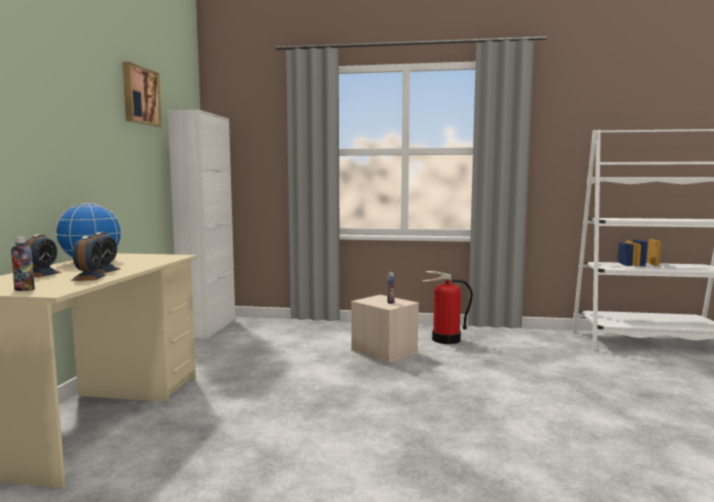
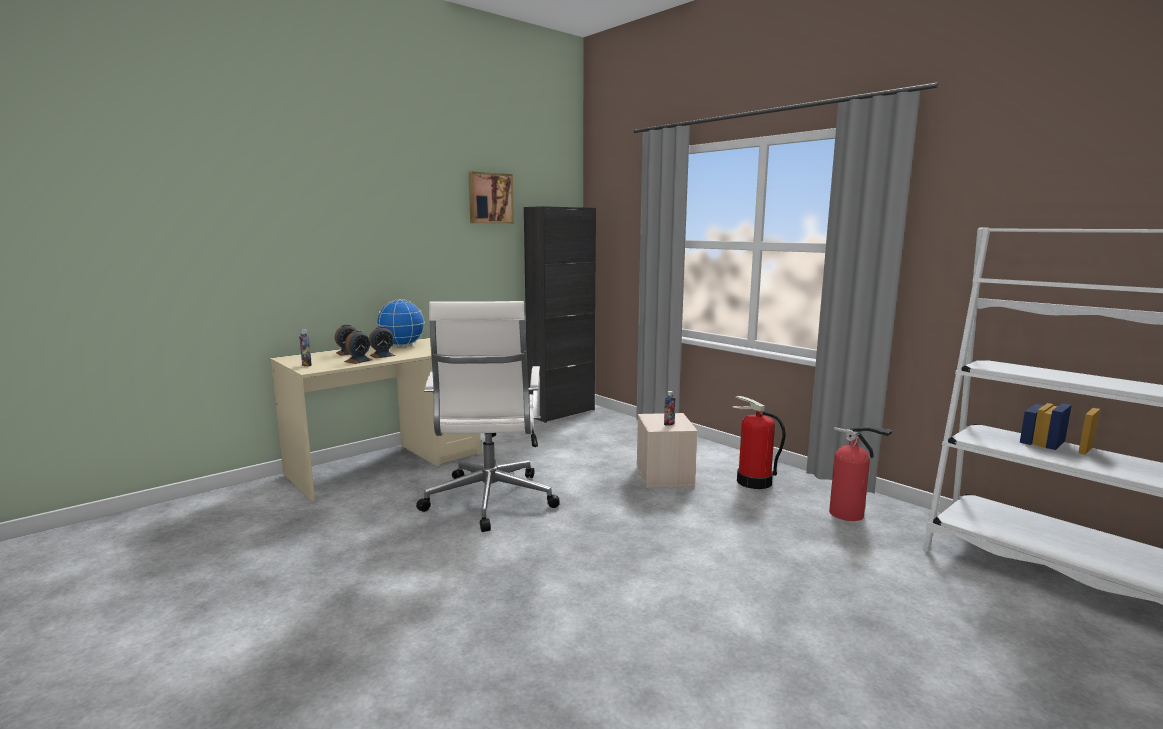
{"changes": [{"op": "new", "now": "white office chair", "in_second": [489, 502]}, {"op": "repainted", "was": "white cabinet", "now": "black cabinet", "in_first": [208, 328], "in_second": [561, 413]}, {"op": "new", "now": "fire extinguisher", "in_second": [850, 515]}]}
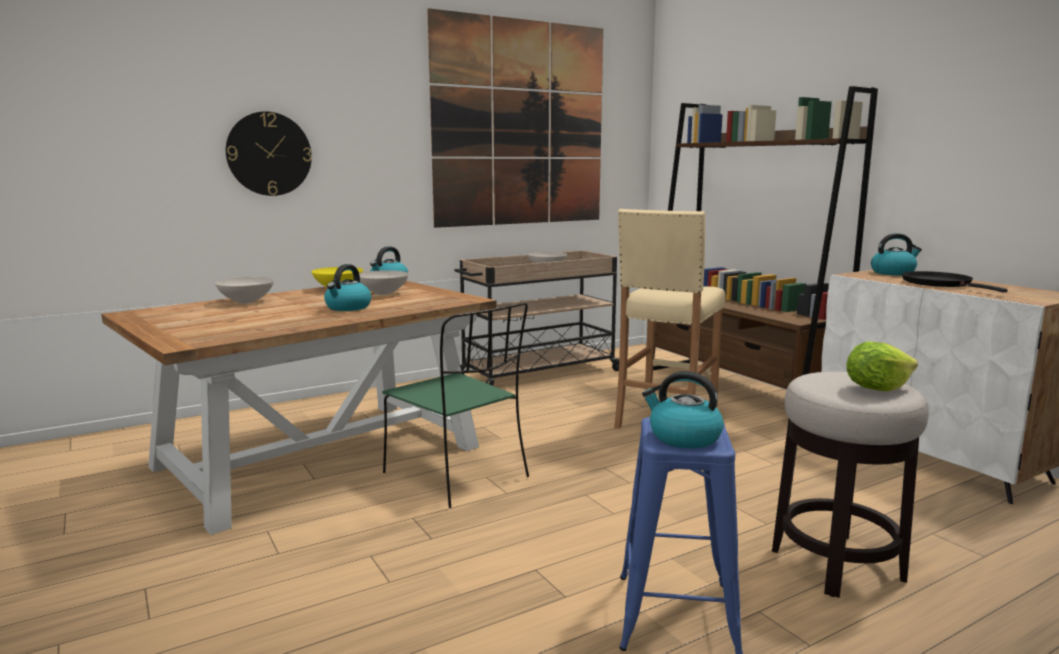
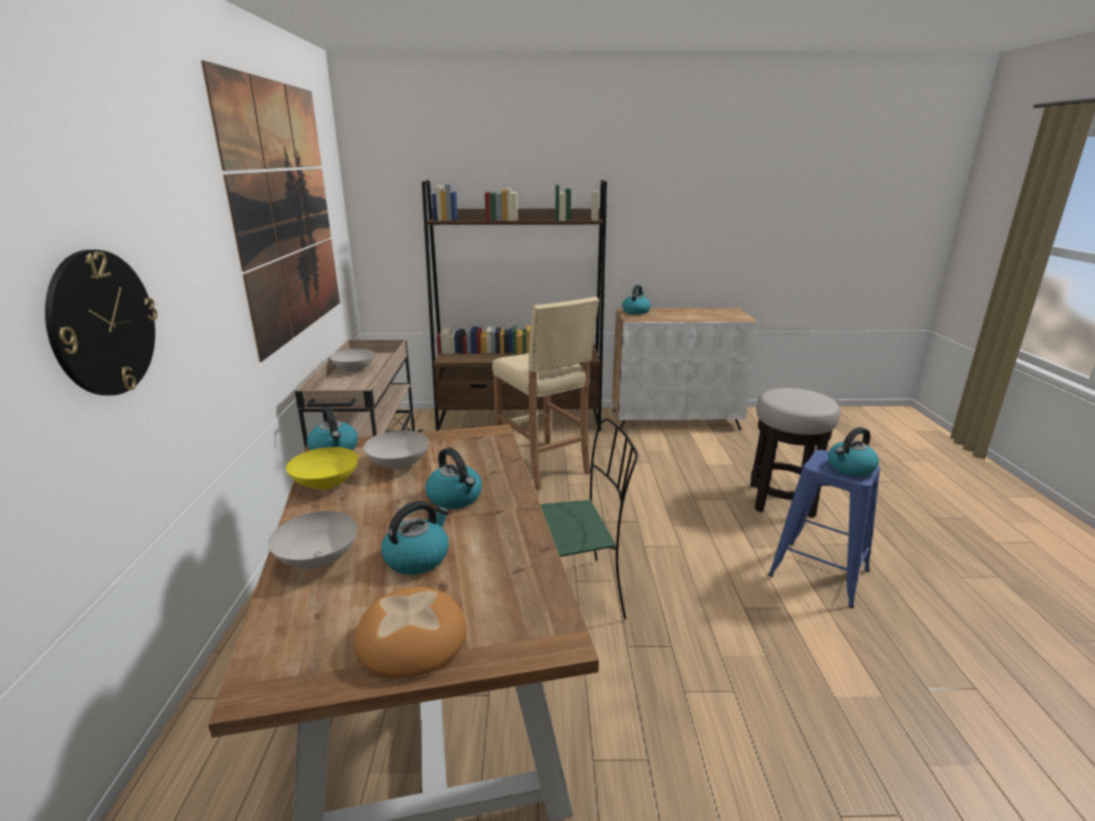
{"changes": [{"op": "new", "now": "bread", "in_second": [413, 638]}, {"op": "new", "now": "kettle", "in_second": [417, 557]}, {"op": "gone", "was": "lettuce", "in_first": [876, 388]}, {"op": "gone", "was": "black frying pan", "in_first": [940, 284]}]}
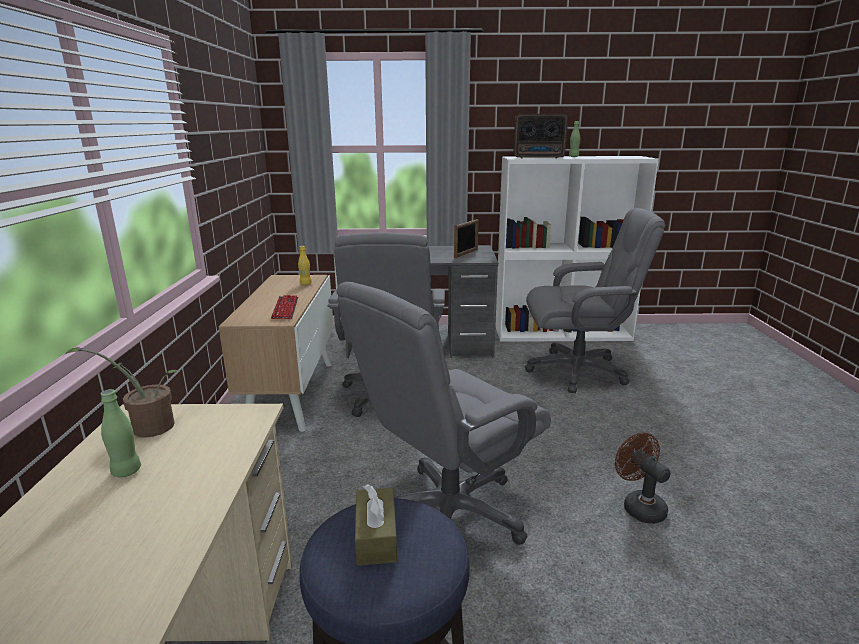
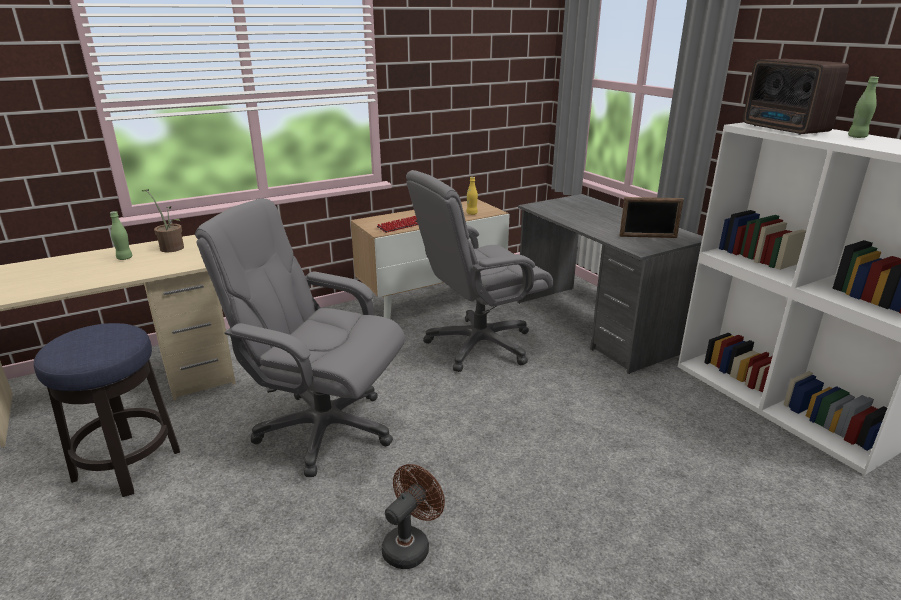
{"changes": [{"op": "gone", "was": "brown tissue box", "in_first": [376, 537]}, {"op": "gone", "was": "grey office chair", "in_first": [578, 371]}]}
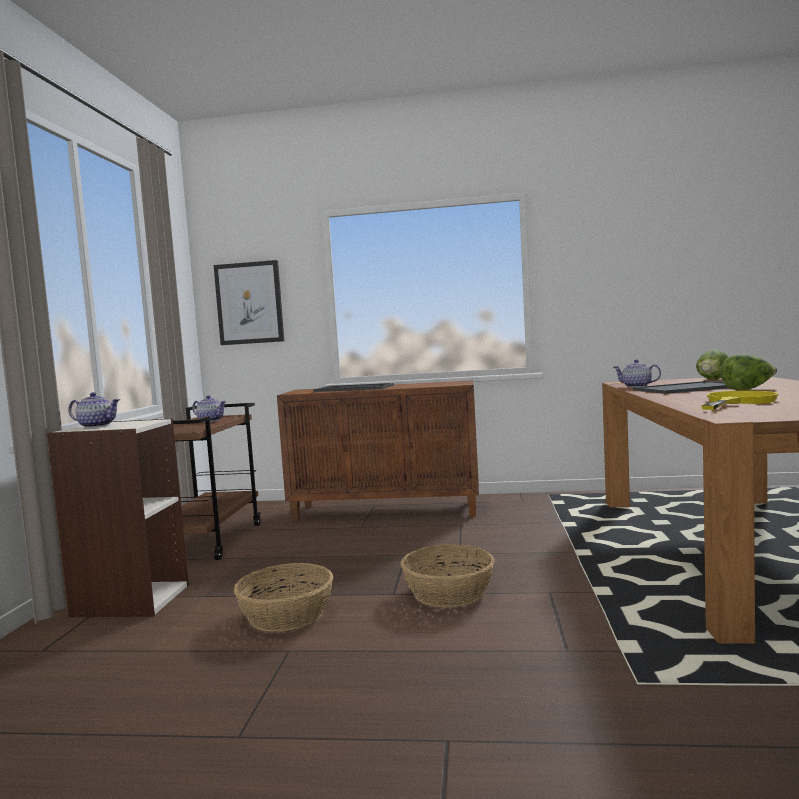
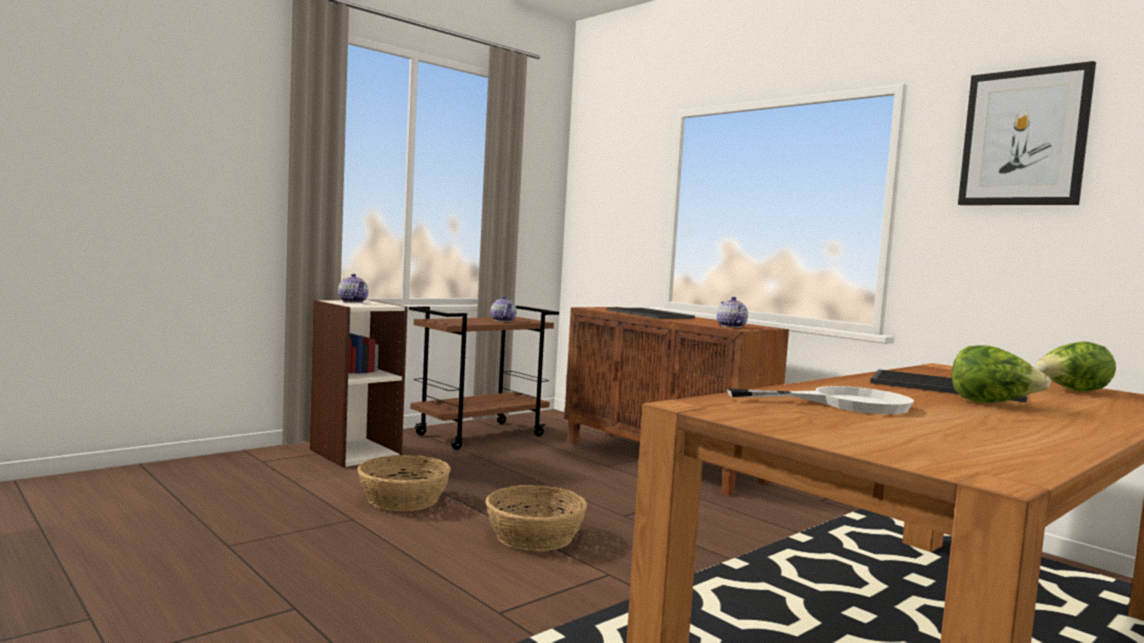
{"changes": [{"op": "shifted", "was": "teapot", "in_first": [637, 386], "in_second": [731, 326]}, {"op": "repainted", "was": "yellow frying pan", "now": "white frying pan", "in_first": [737, 402], "in_second": [843, 404]}, {"op": "shifted", "was": "picture", "in_first": [249, 303], "in_second": [1024, 138]}]}
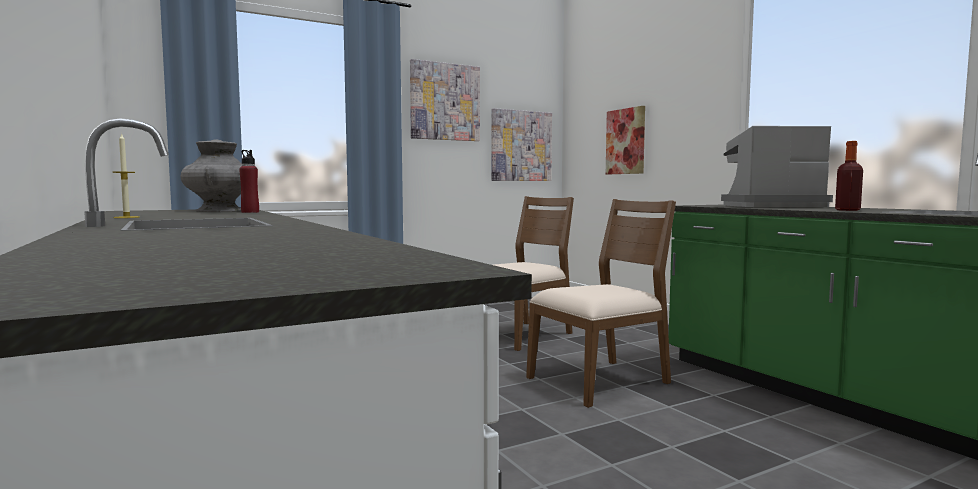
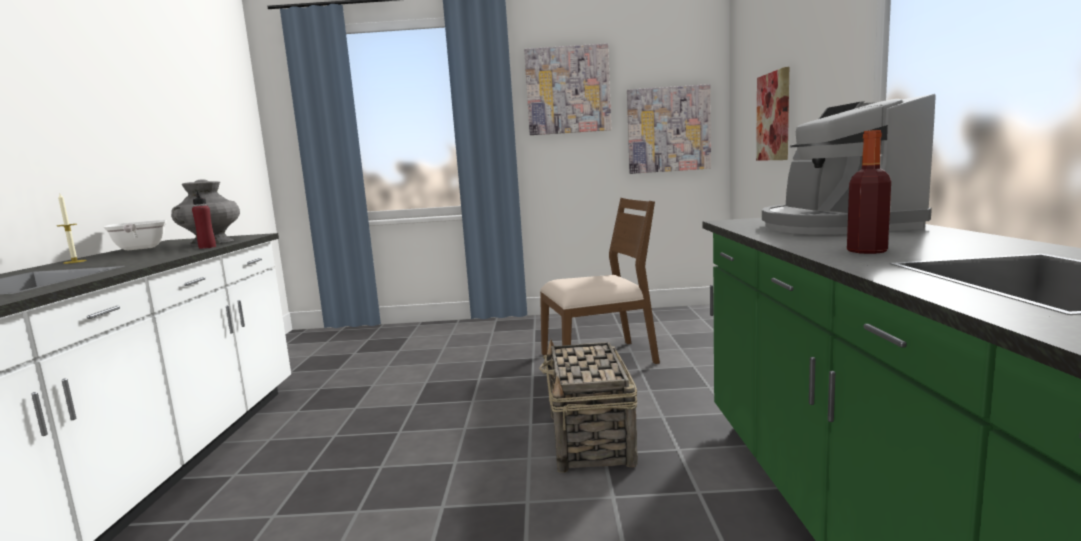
{"changes": [{"op": "new", "now": "frying pan", "in_second": [139, 249]}, {"op": "swapped", "was": "brown chair", "now": "basket", "in_first": [600, 381], "in_second": [590, 439]}, {"op": "rotated", "was": "coffee machine", "in_first": [769, 206], "in_second": [834, 226], "clockwise": -120}]}
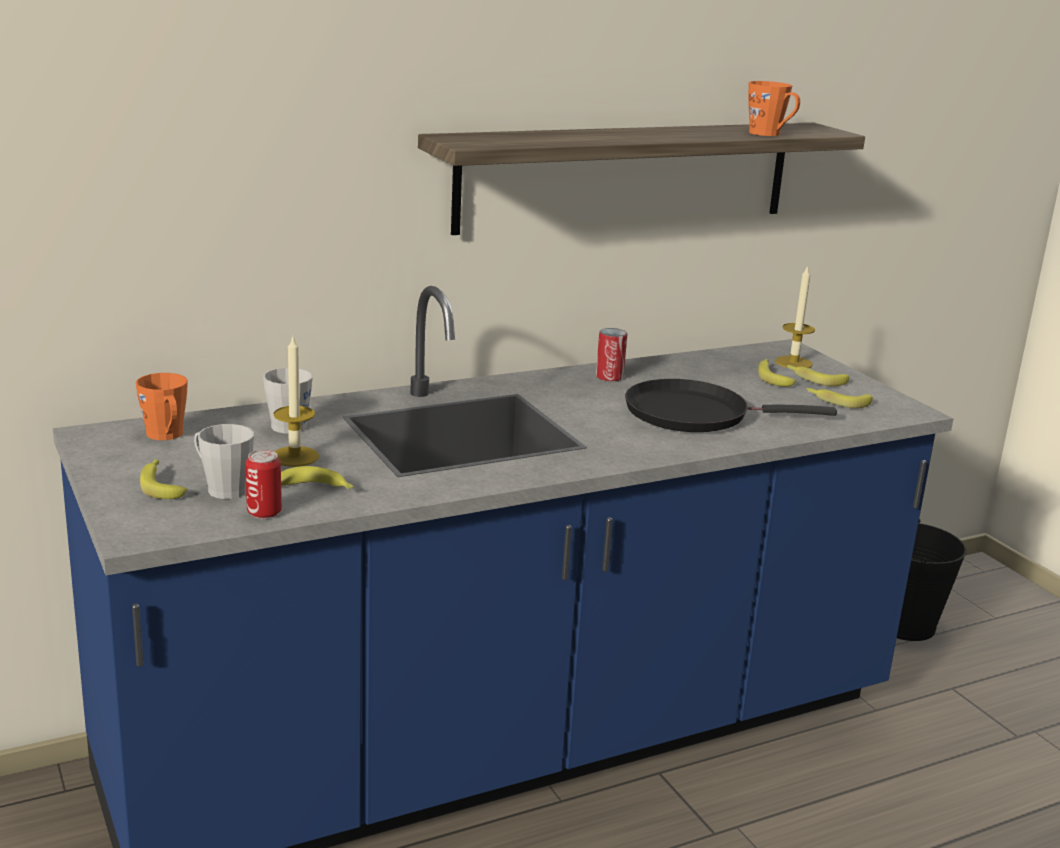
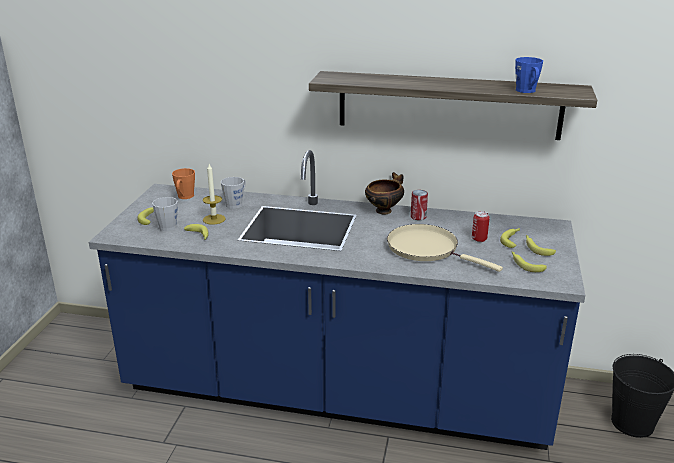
{"changes": [{"op": "new", "now": "bowl", "in_second": [384, 210]}, {"op": "repainted", "was": "black frying pan", "now": "beige frying pan", "in_first": [694, 414], "in_second": [427, 249]}, {"op": "shifted", "was": "can", "in_first": [264, 512], "in_second": [479, 239]}, {"op": "repainted", "was": "orange mug", "now": "blue mug", "in_first": [770, 134], "in_second": [527, 91]}, {"op": "gone", "was": "candle", "in_first": [793, 363]}]}
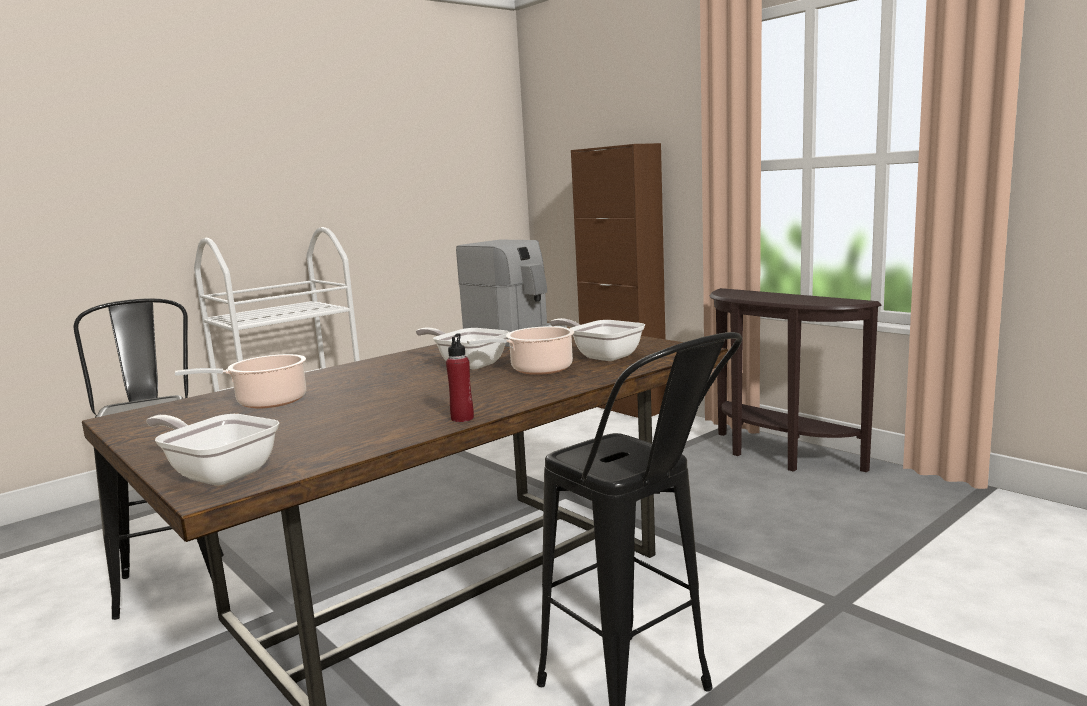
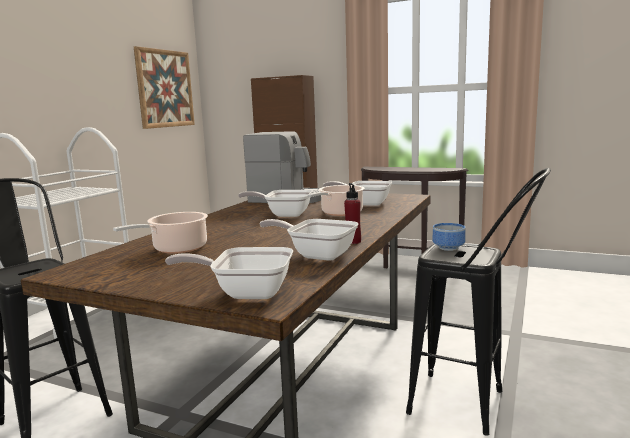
{"changes": [{"op": "new", "now": "picture", "in_second": [165, 88]}, {"op": "new", "now": "frying pan", "in_second": [317, 254]}, {"op": "new", "now": "bowl", "in_second": [450, 248]}]}
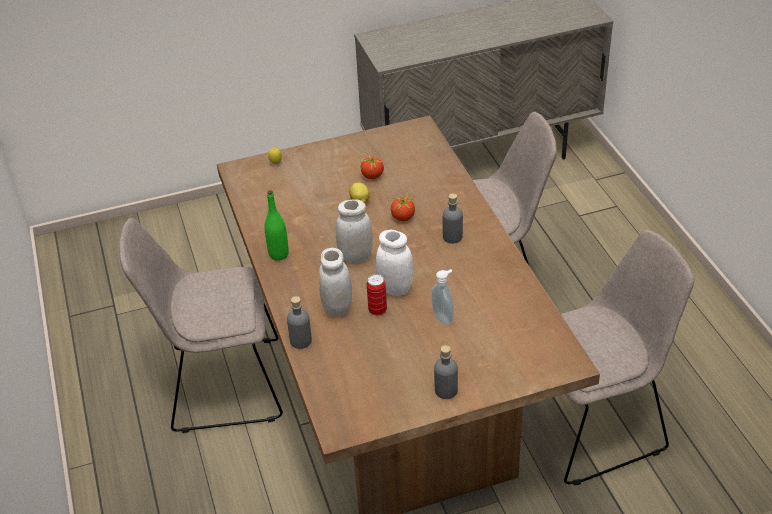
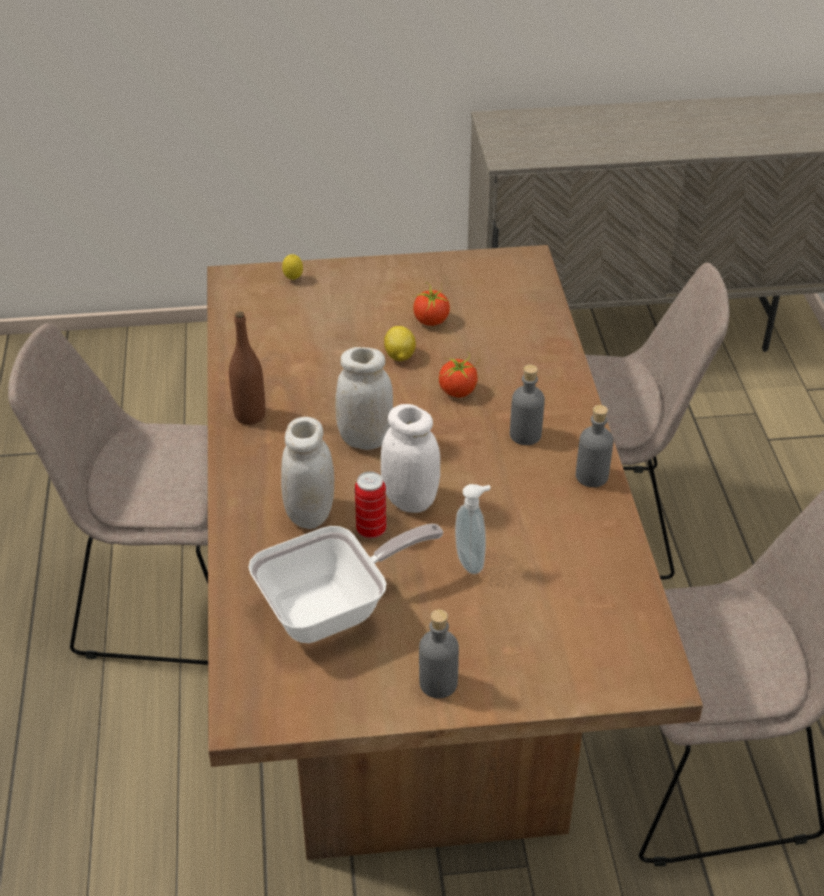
{"changes": [{"op": "repainted", "was": "green bottle", "now": "brown bottle", "in_first": [278, 254], "in_second": [250, 415]}, {"op": "new", "now": "frying pan", "in_second": [334, 609]}, {"op": "shifted", "was": "grey bottle", "in_first": [301, 341], "in_second": [592, 476]}]}
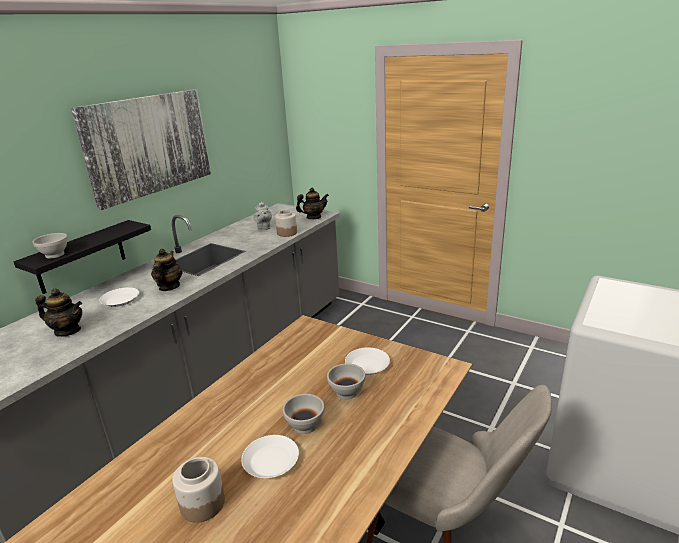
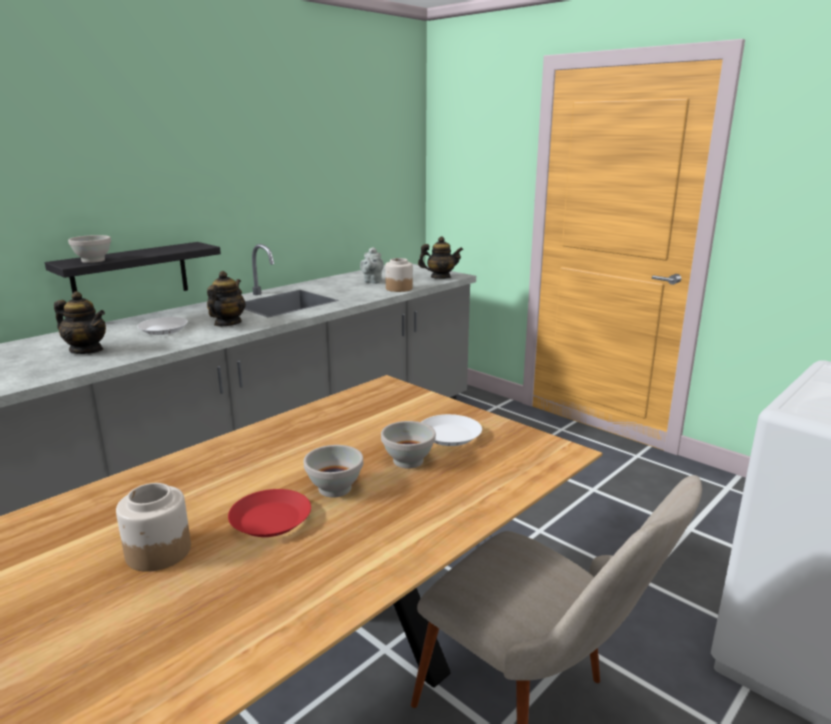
{"changes": [{"op": "repainted", "was": "white plate", "now": "red plate", "in_first": [270, 461], "in_second": [270, 520]}, {"op": "gone", "was": "picture", "in_first": [148, 145]}]}
